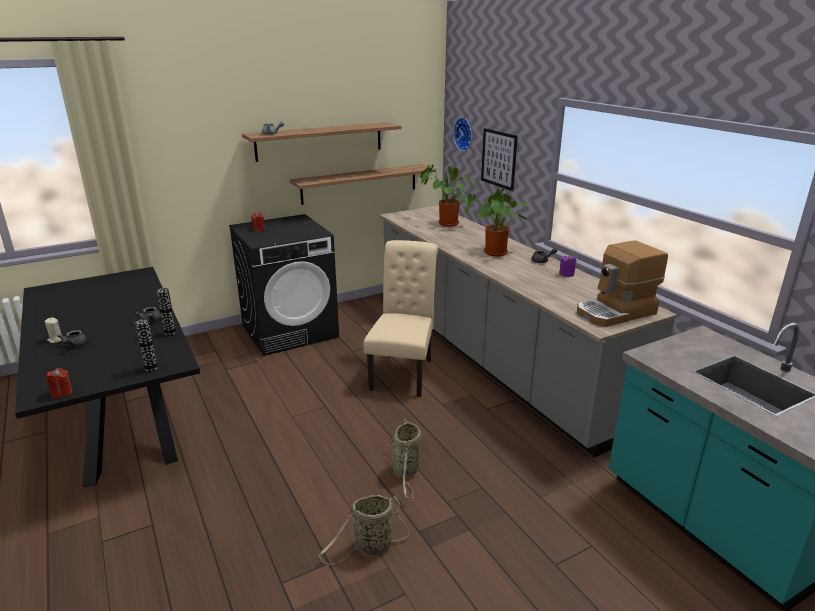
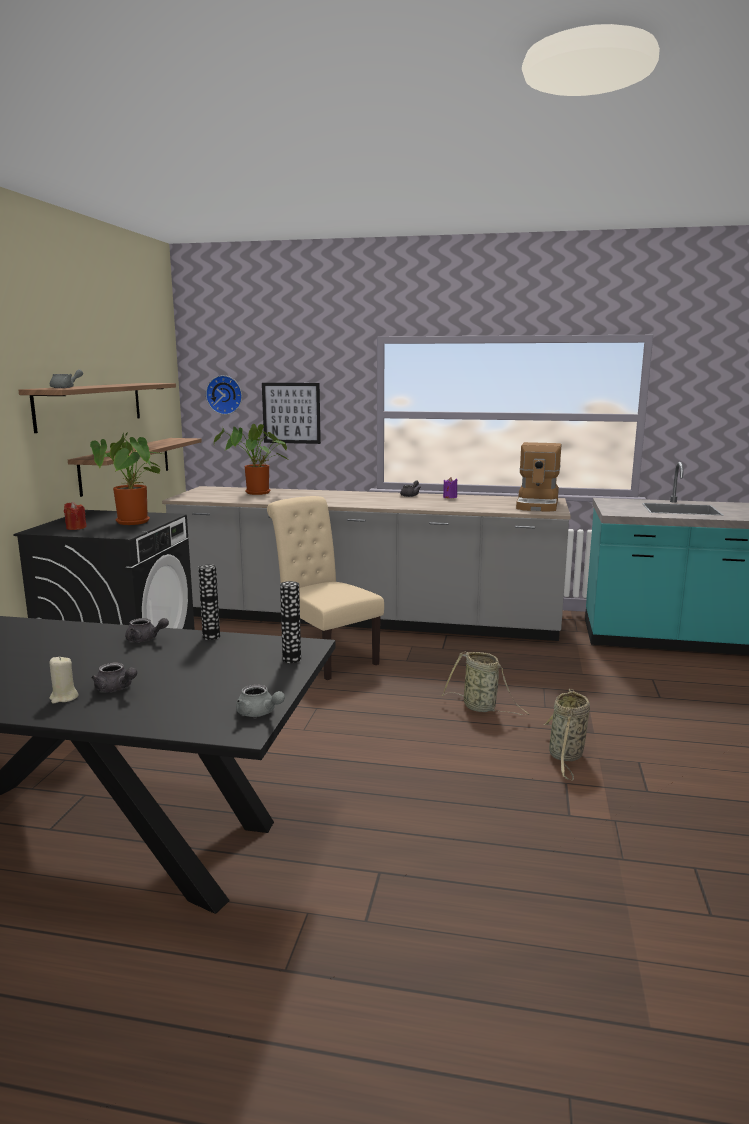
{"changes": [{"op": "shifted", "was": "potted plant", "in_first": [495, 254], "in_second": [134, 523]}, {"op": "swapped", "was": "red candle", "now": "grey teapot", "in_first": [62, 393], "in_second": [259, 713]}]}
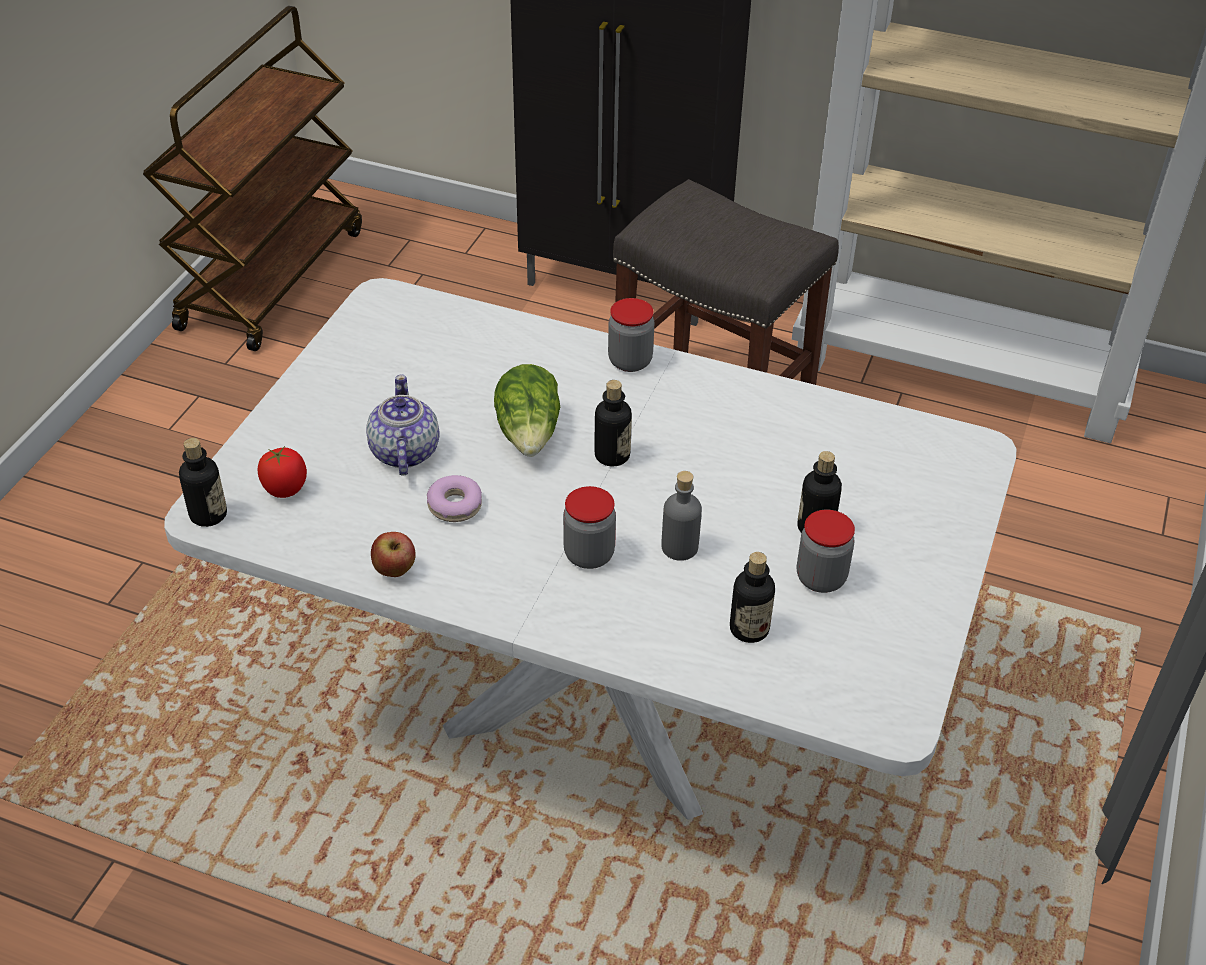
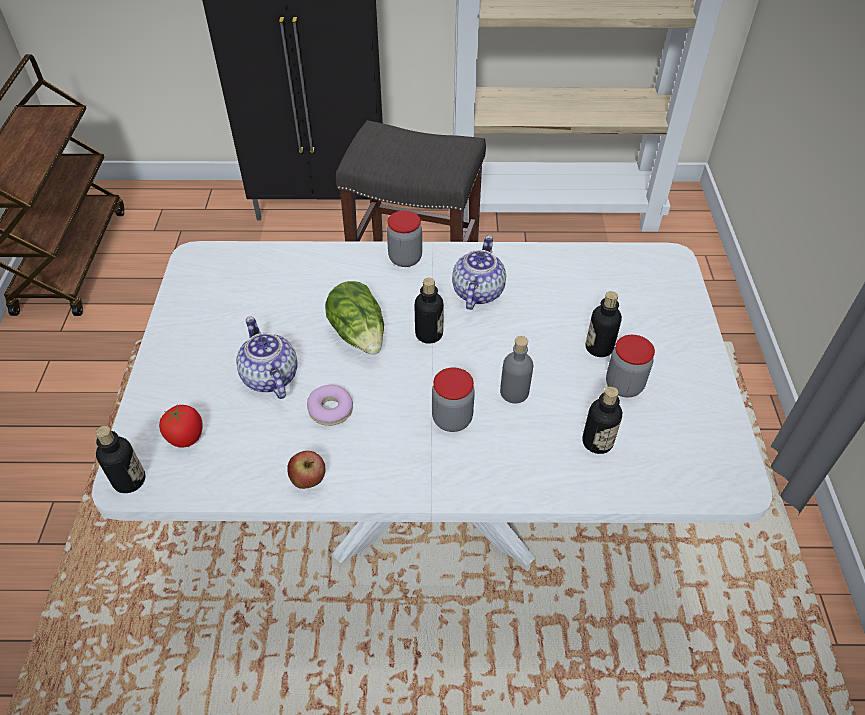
{"changes": [{"op": "new", "now": "teapot", "in_second": [477, 292]}]}
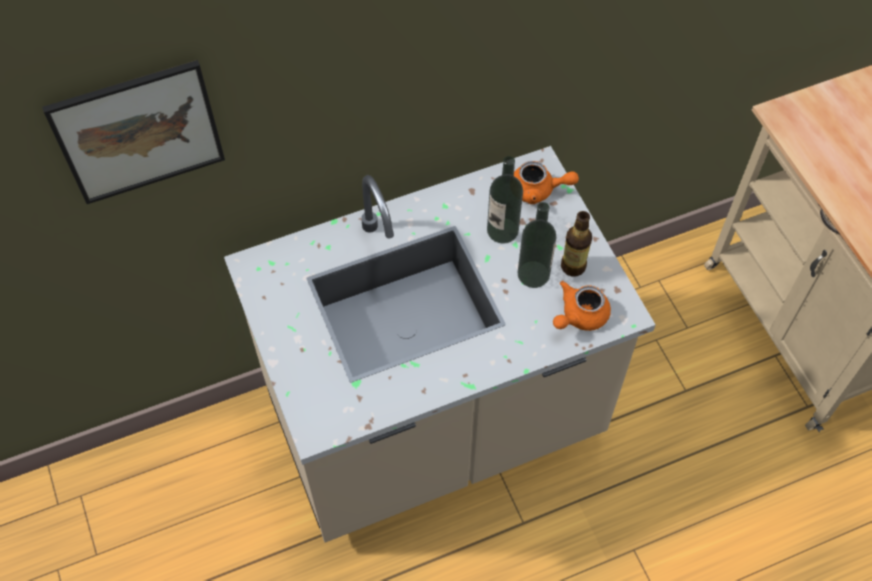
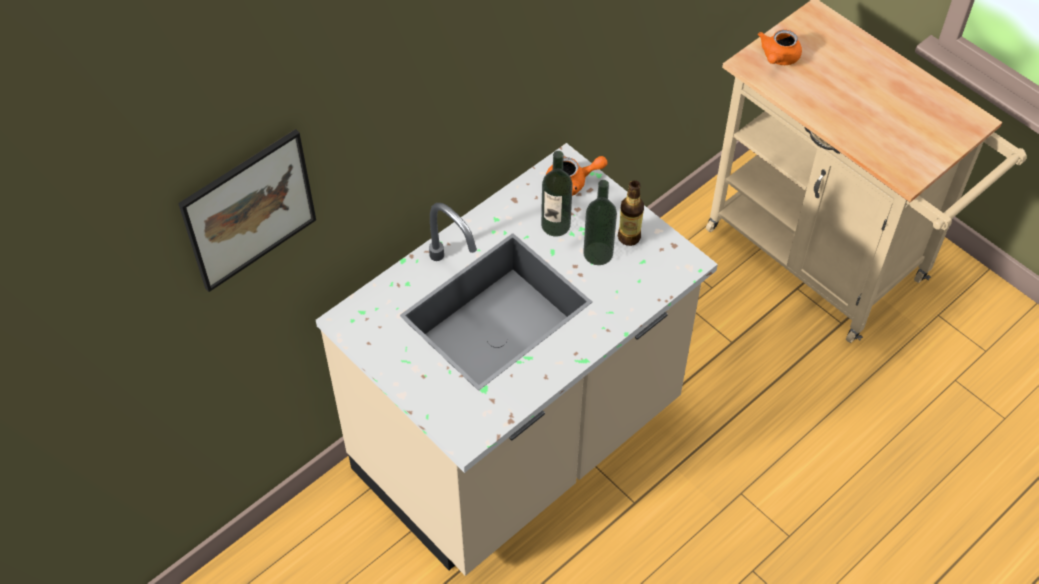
{"changes": [{"op": "shifted", "was": "orange teapot", "in_first": [579, 316], "in_second": [778, 58]}]}
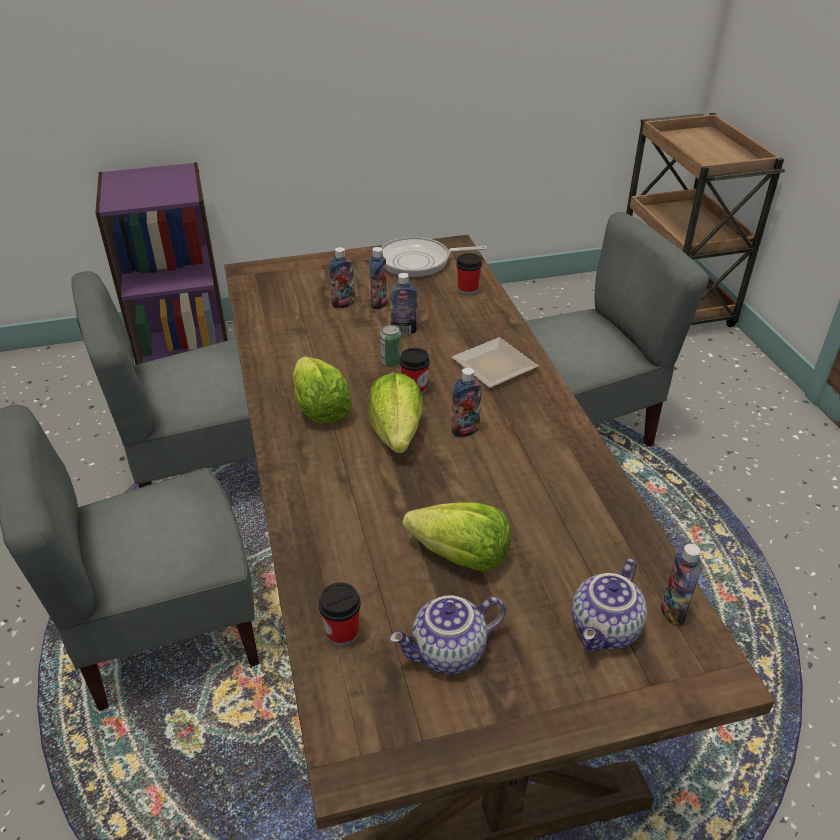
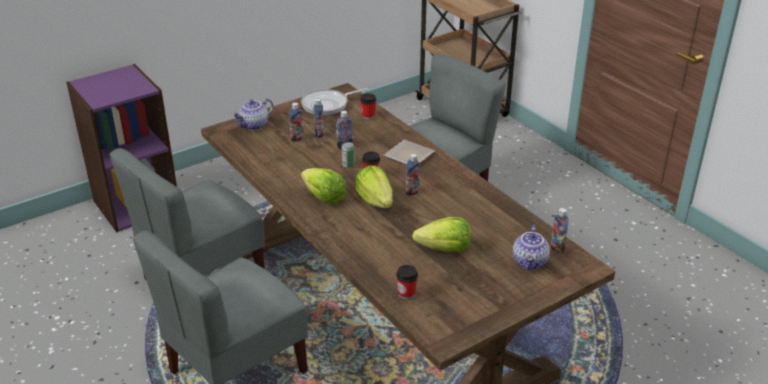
{"changes": [{"op": "shifted", "was": "teapot", "in_first": [448, 653], "in_second": [254, 126]}]}
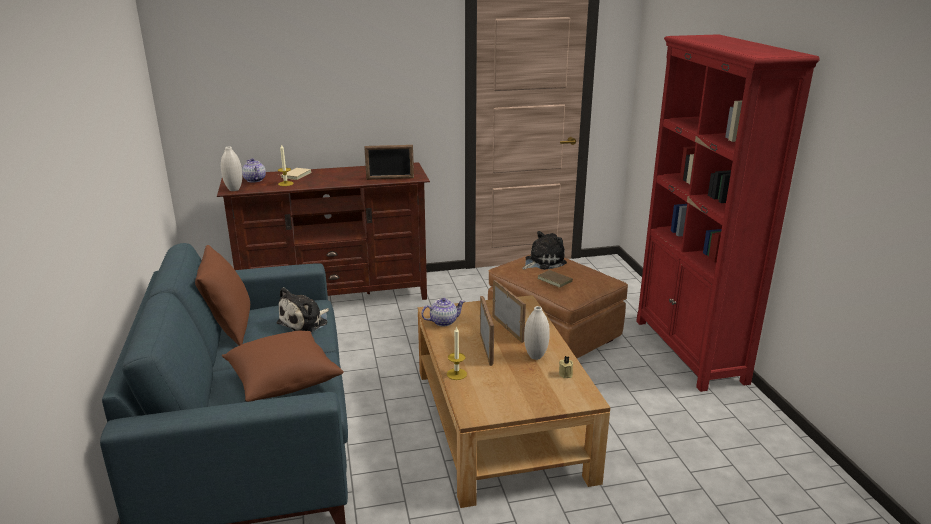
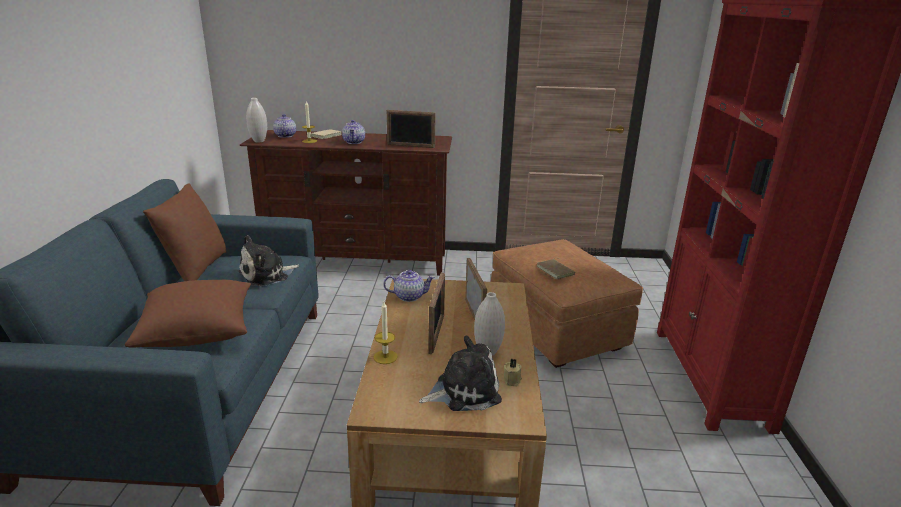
{"changes": [{"op": "new", "now": "teapot", "in_second": [354, 142]}, {"op": "shifted", "was": "plush toy", "in_first": [543, 262], "in_second": [464, 390]}]}
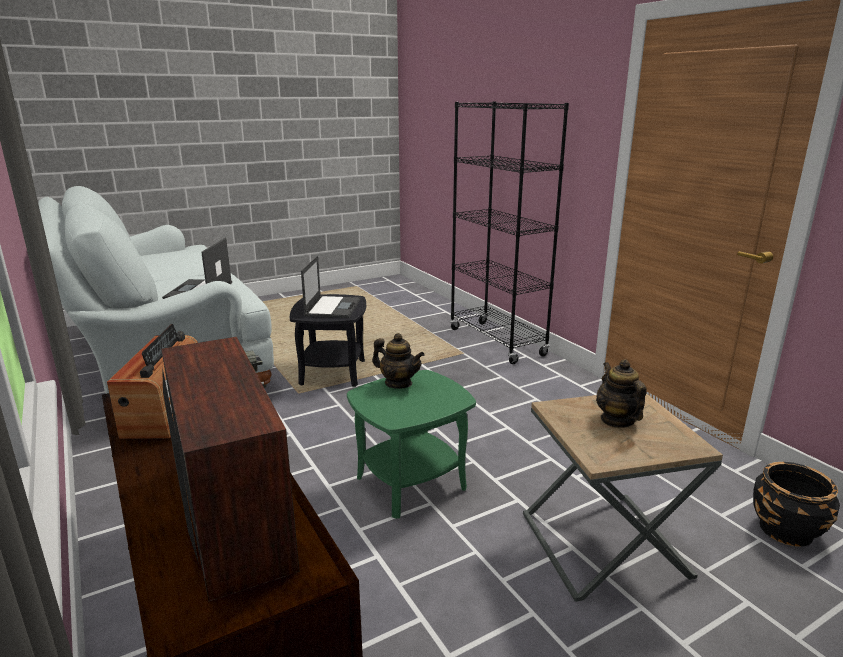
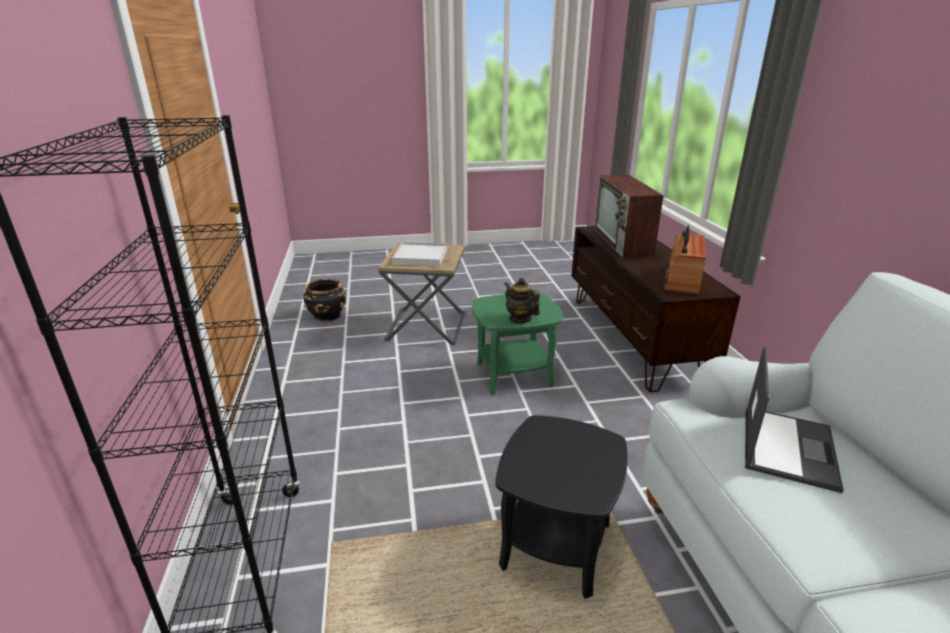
{"changes": [{"op": "swapped", "was": "teapot", "now": "white tray", "in_first": [617, 420], "in_second": [420, 257]}, {"op": "gone", "was": "laptop", "in_first": [333, 307]}]}
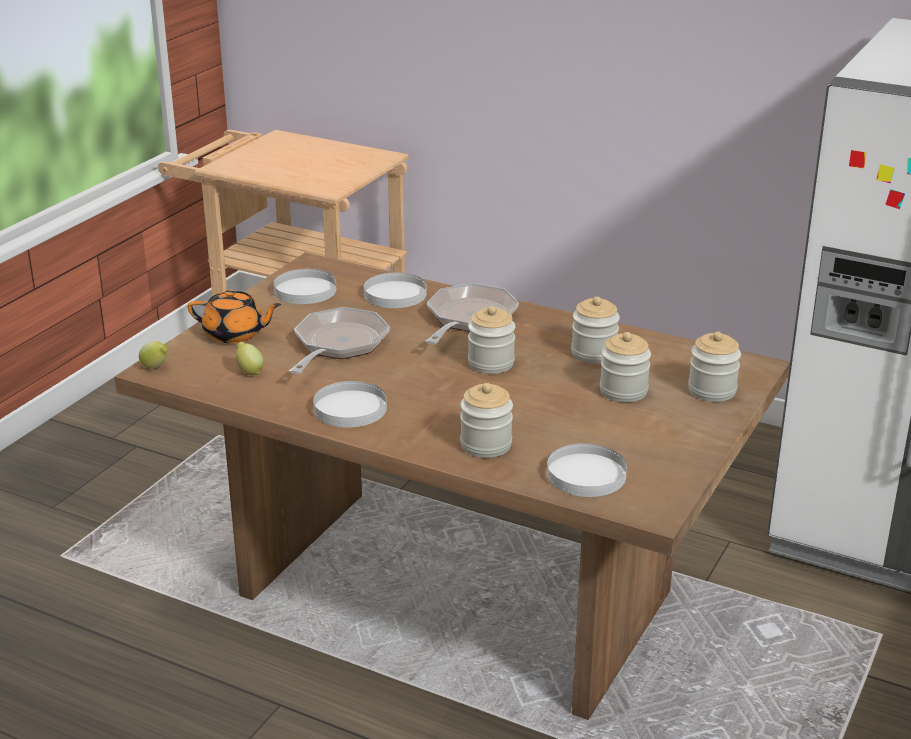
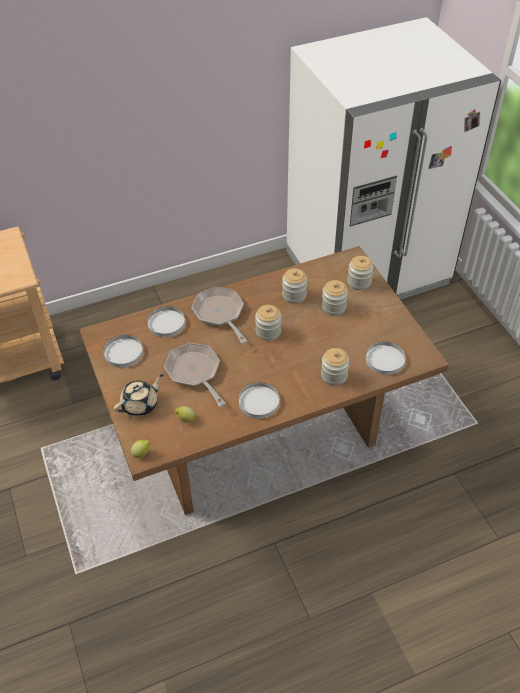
{"changes": [{"op": "repainted", "was": "orange teapot", "now": "beige teapot", "in_first": [235, 334], "in_second": [140, 404]}]}
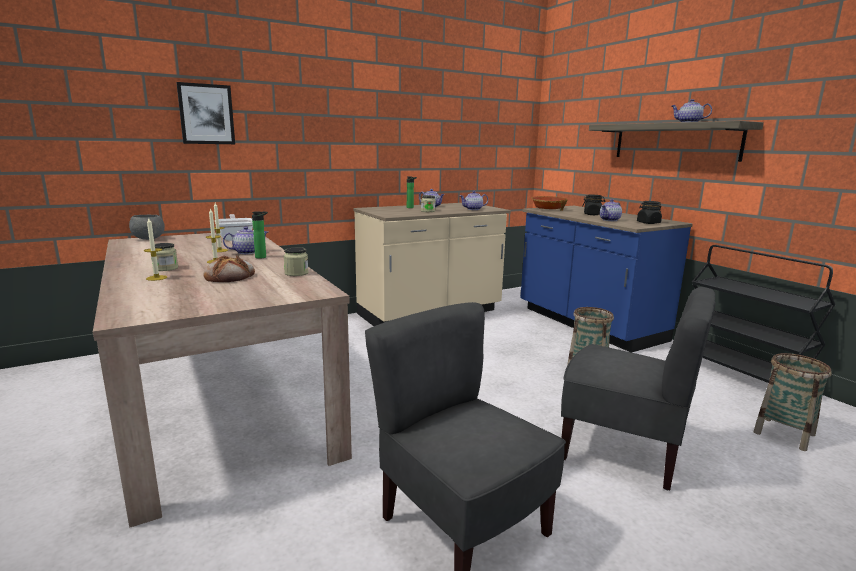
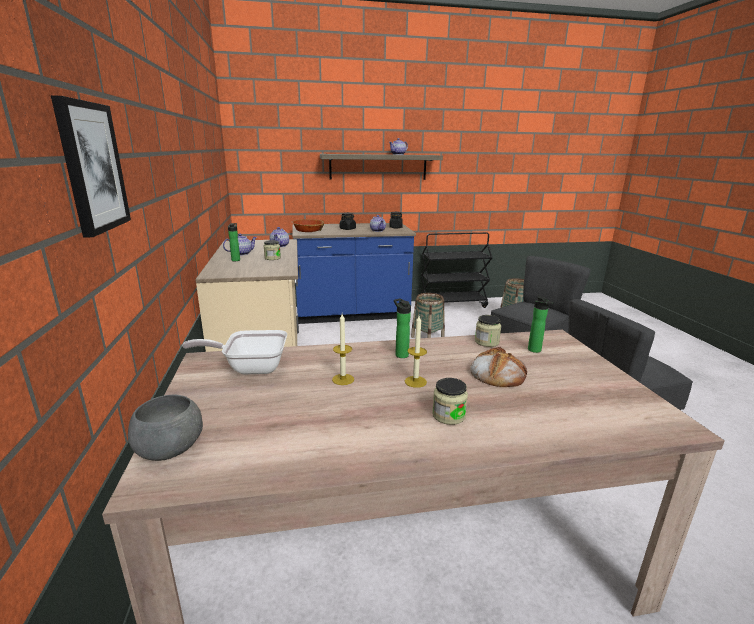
{"changes": [{"op": "new", "now": "bottle", "in_second": [535, 351]}, {"op": "gone", "was": "candle", "in_first": [156, 278]}, {"op": "gone", "was": "teapot", "in_first": [247, 252]}]}
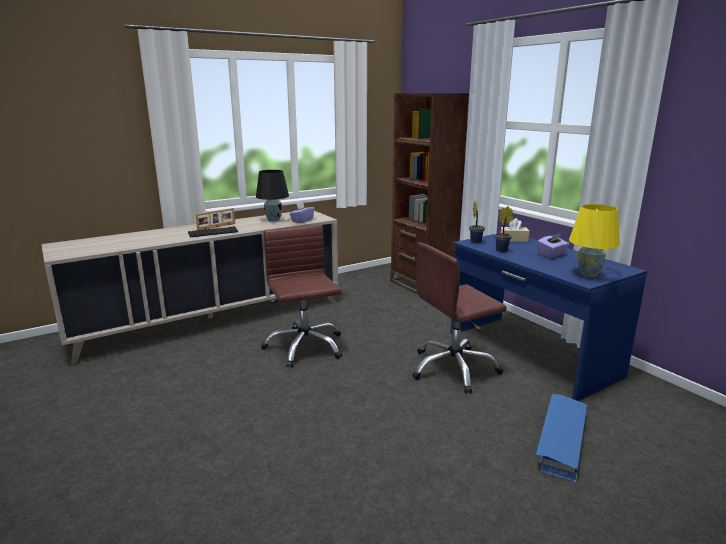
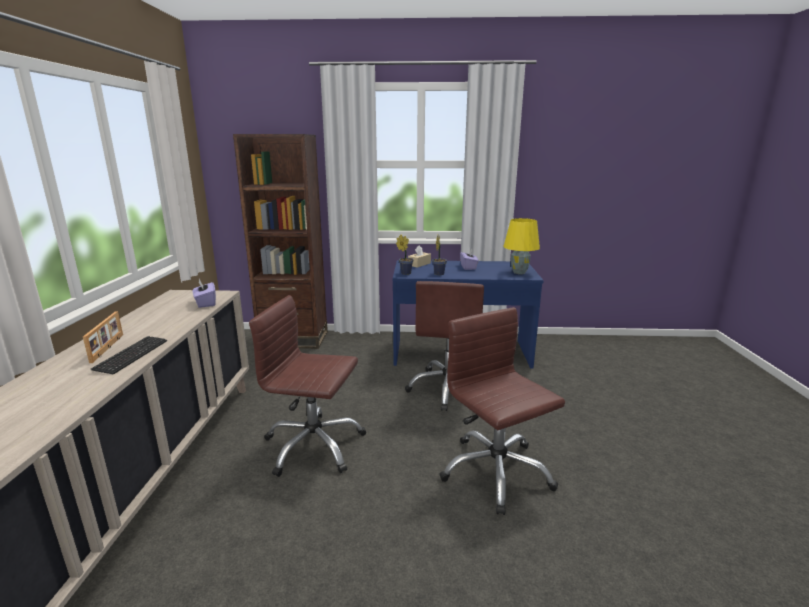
{"changes": [{"op": "new", "now": "brown office chair", "in_second": [495, 472]}, {"op": "gone", "was": "black table lamp", "in_first": [273, 220]}, {"op": "gone", "was": "blue storage box", "in_first": [560, 441]}]}
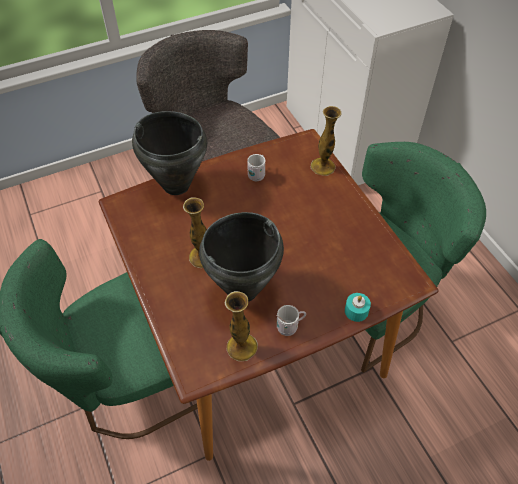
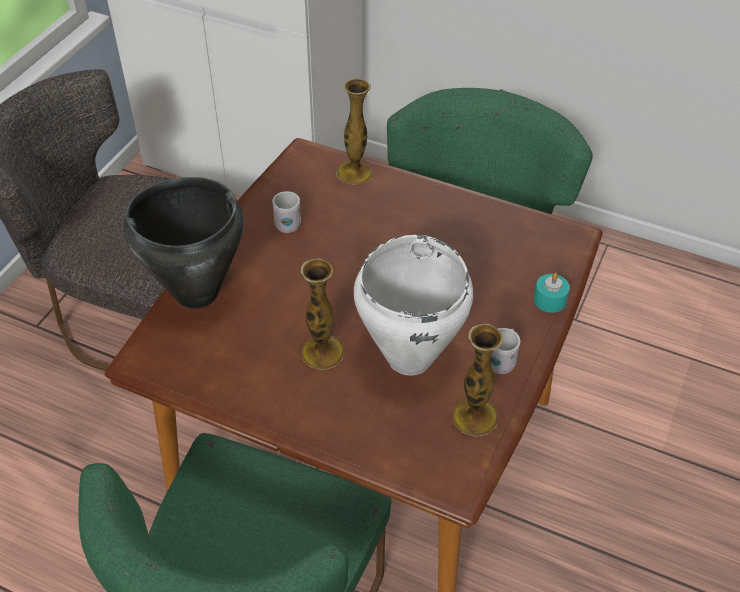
{"changes": [{"op": "repainted", "was": "black cooking pot", "now": "white cooking pot", "in_first": [242, 290], "in_second": [408, 358]}]}
